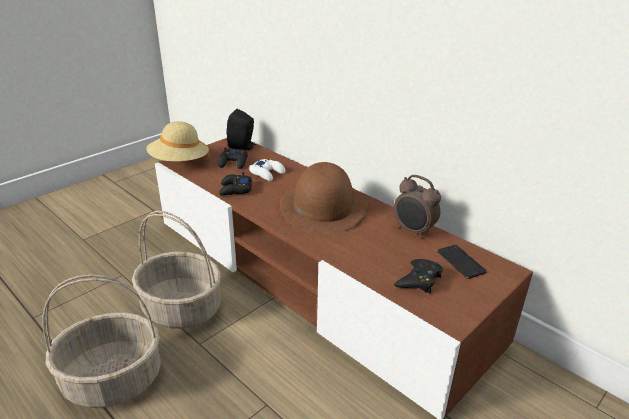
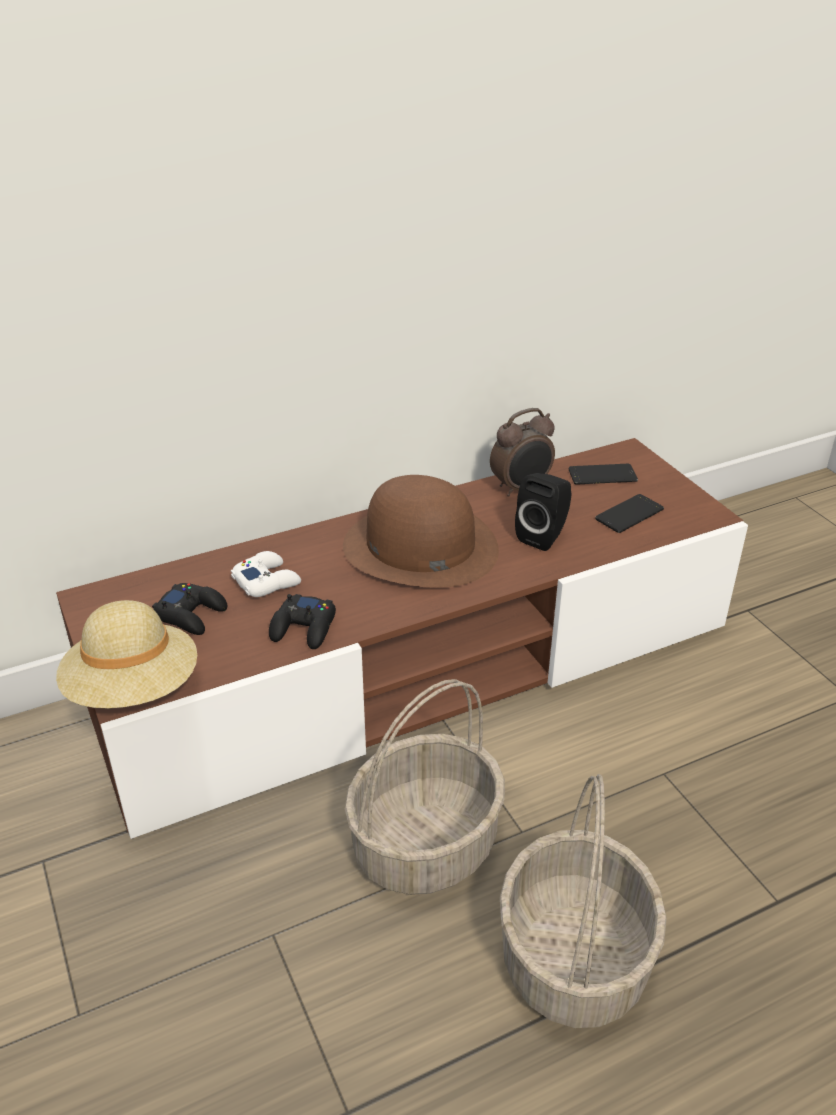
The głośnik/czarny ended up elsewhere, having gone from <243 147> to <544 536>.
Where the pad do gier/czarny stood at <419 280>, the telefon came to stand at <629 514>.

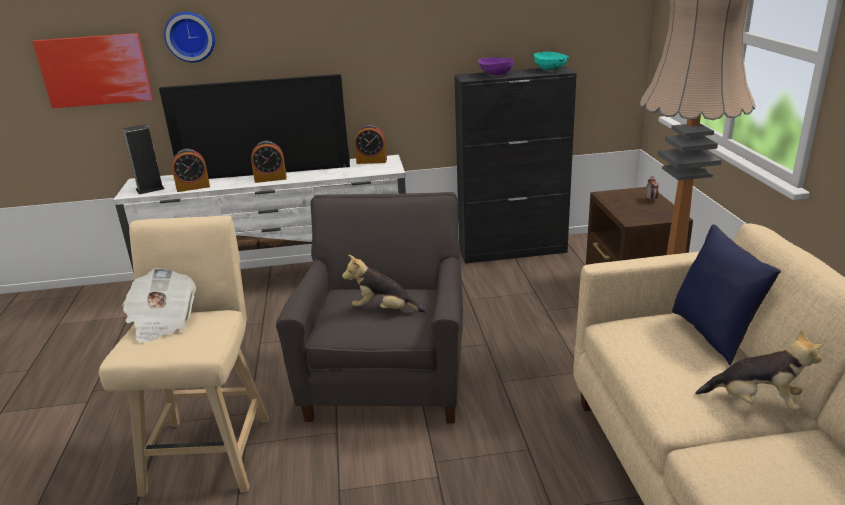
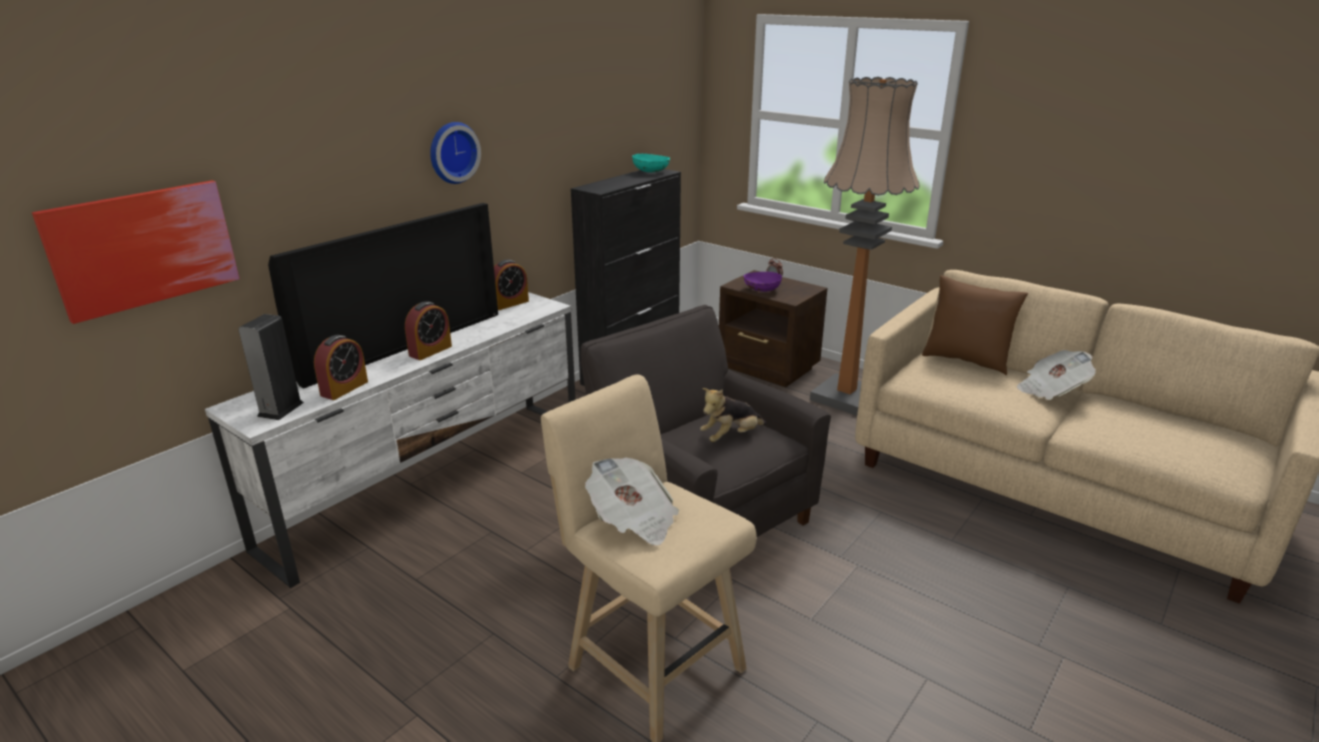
The zegar ścienny ended up elsewhere, having gone from <190 36> to <452 152>.
The miska/fioletowy ended up elsewhere, having gone from <495 74> to <761 290>.
What was the poduszka/niebieski at <713 334> turned into the poduszka/brązowy at <965 360>.
Where the pluszak stood at <755 402>, the gazeta came to stand at <1051 390>.

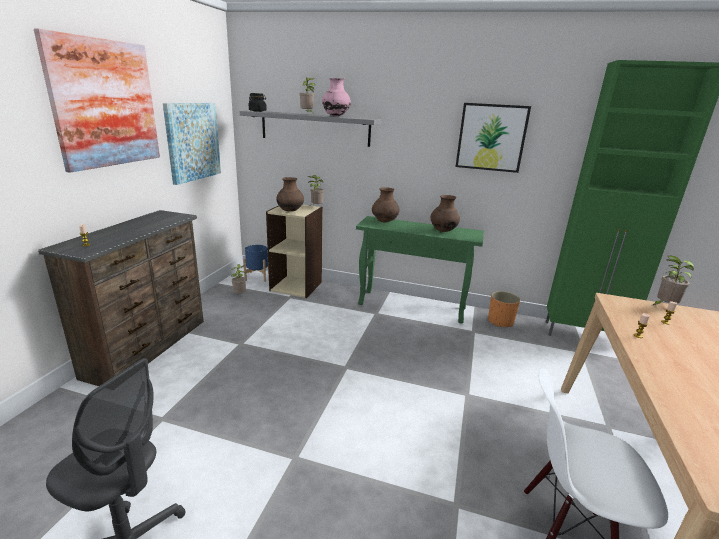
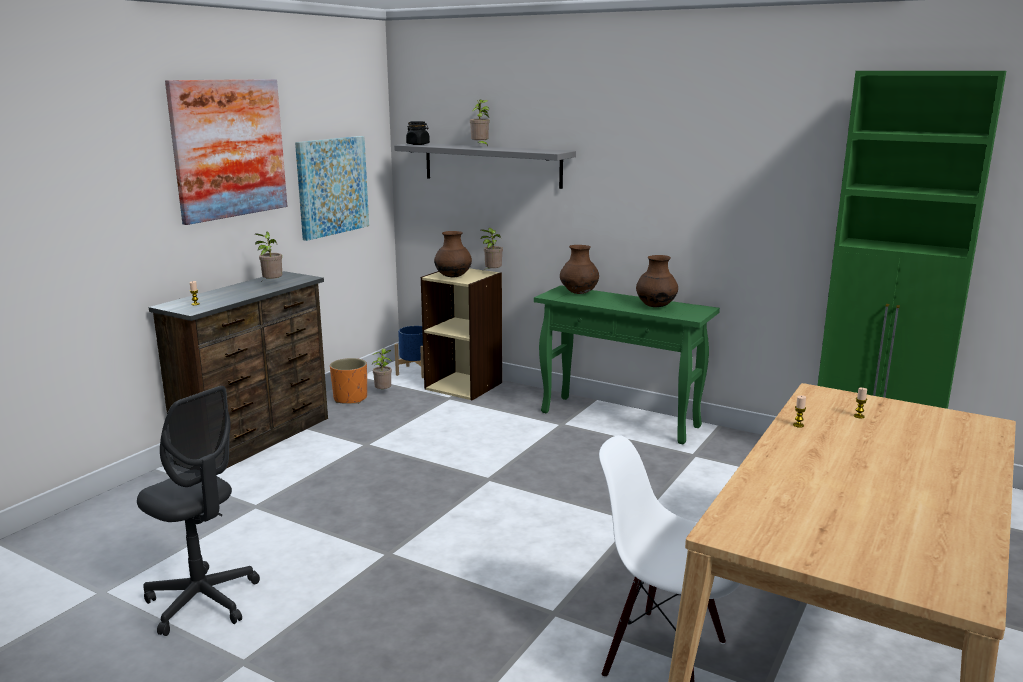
The second view lost the wazon/różowy at <336 116>.
The second view lost the obraz at <491 137>.
The roślina doniczkowa ended up elsewhere, having gone from <663 306> to <271 284>.
The donica/pomarańczowy ended up elsewhere, having gone from <500 322> to <350 399>.

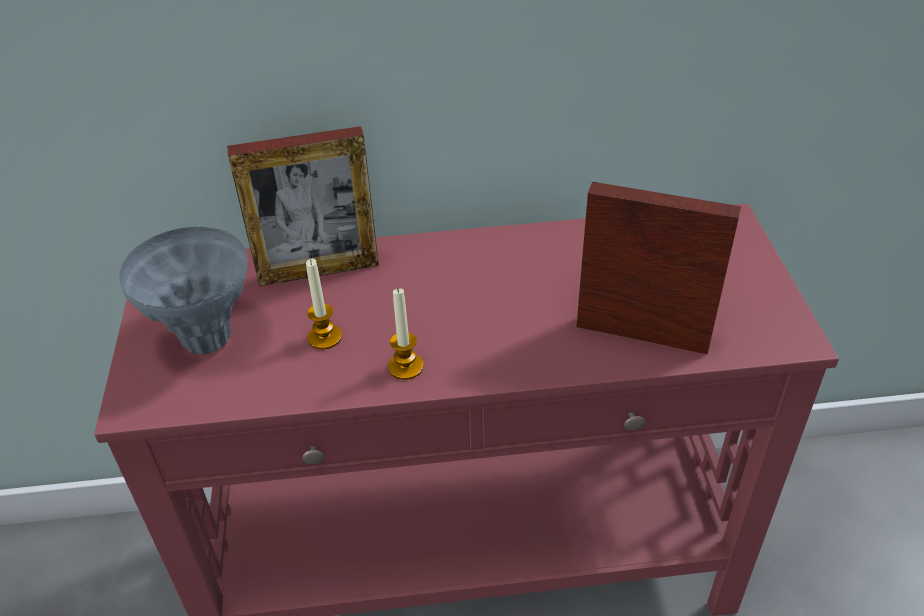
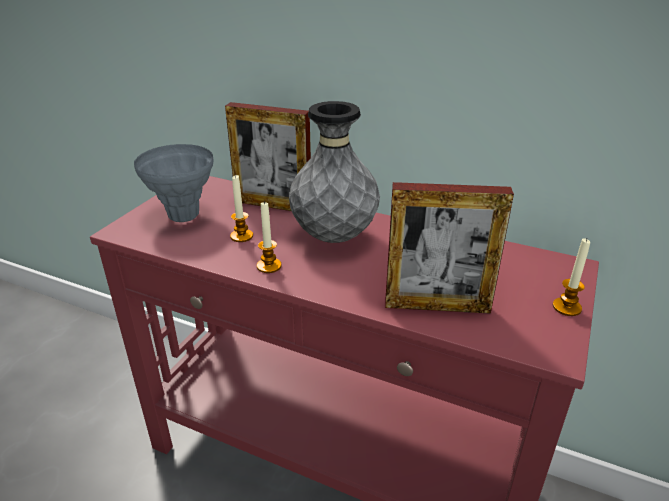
The ramka na zdjęcie at <642 334> ended up facing another way, 135 degrees clockwise from before.
The second view gained the wazon/szary at <334 237>.
The second view gained the świeca at <566 307>.

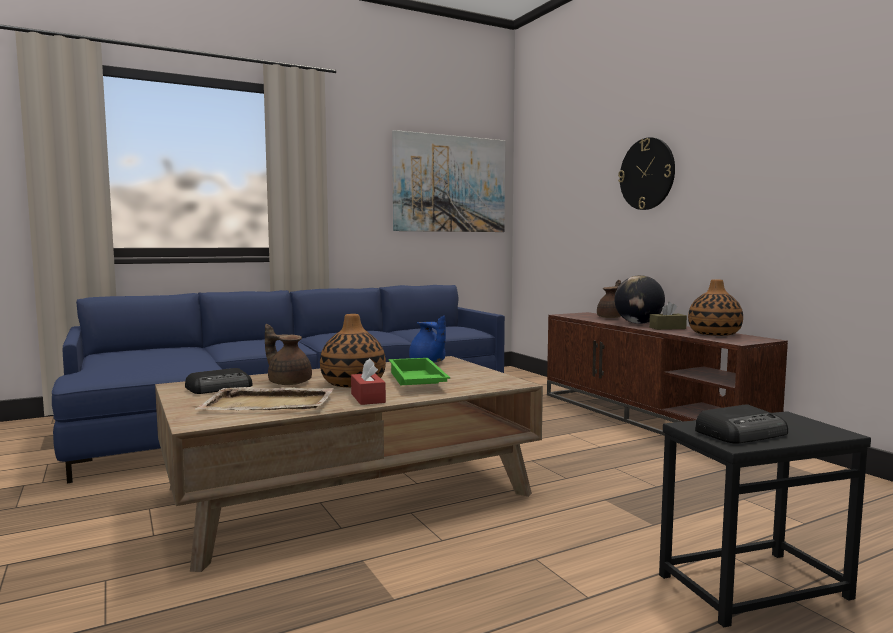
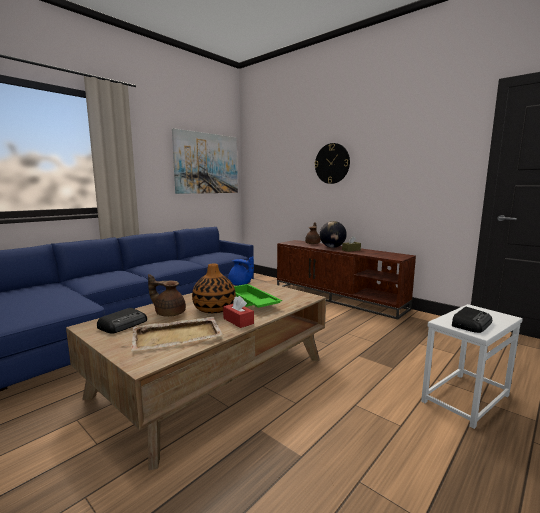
The second view lost the wazon at <714 334>.
What was the stolik/czarny at <752 585> turned into the stolik/biały at <464 398>.

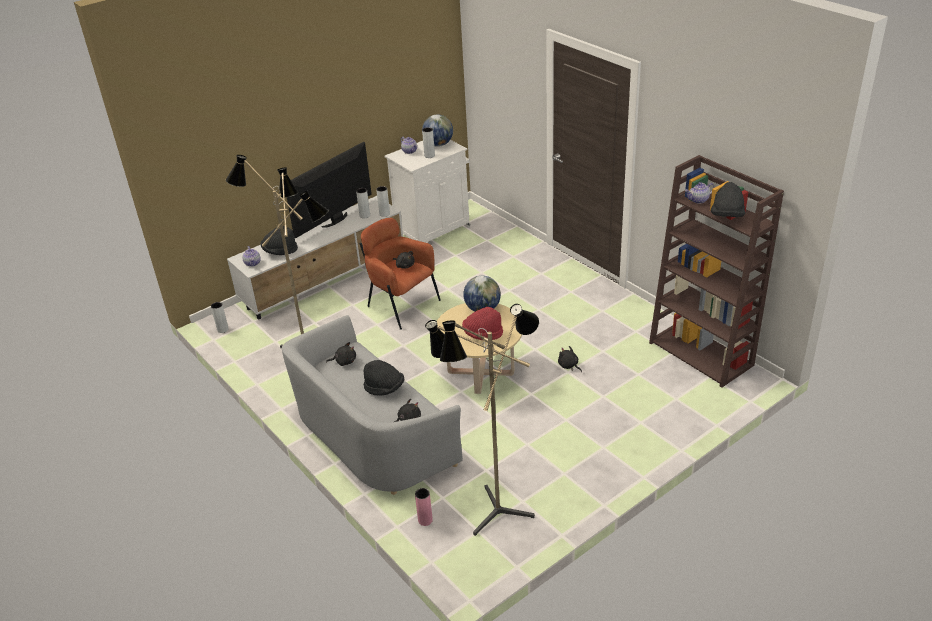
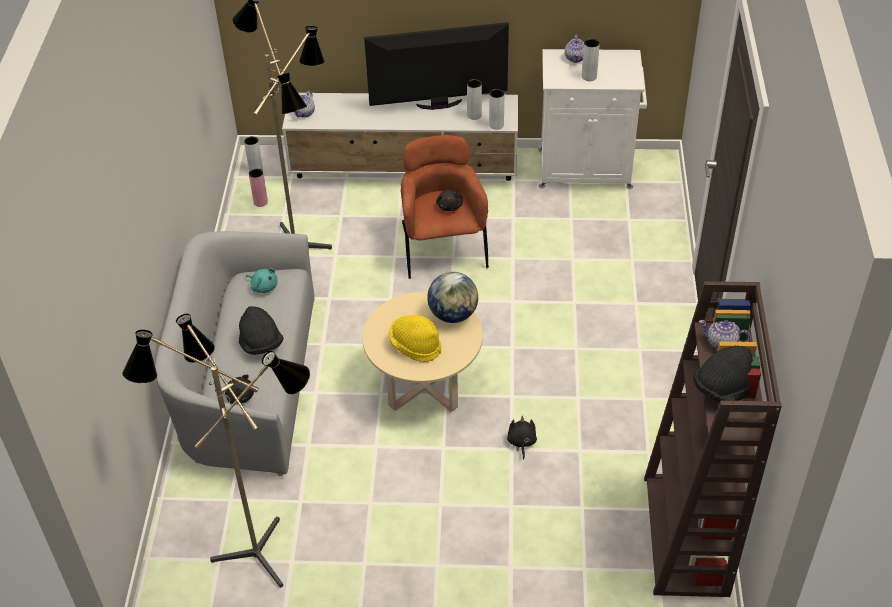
The second view lost the globus at <438 144>.
The second view lost the kapelusz/czarny at <280 251>.
What was the kapelusz/czerwony at <482 334> turned into the kapelusz/żółty at <415 346>.
What was the pluszak/czarny at <344 361> turned into the pluszak/turkusowy at <263 286>.
The wazon/różowy ended up elsewhere, having gone from <425 520> to <260 202>.

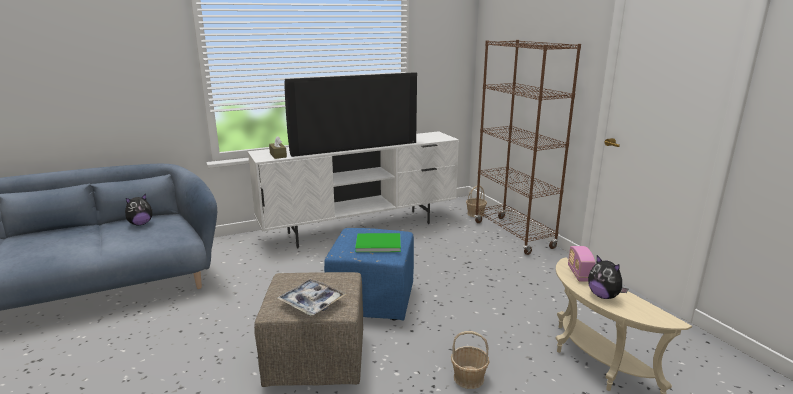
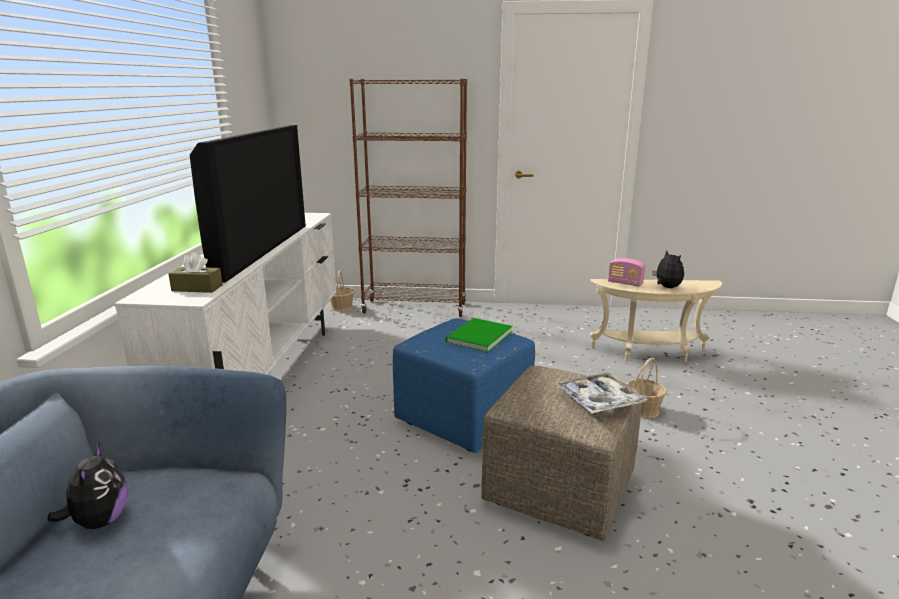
The pluszak at <603 296> ended up facing another way, 105 degrees counterclockwise from before.

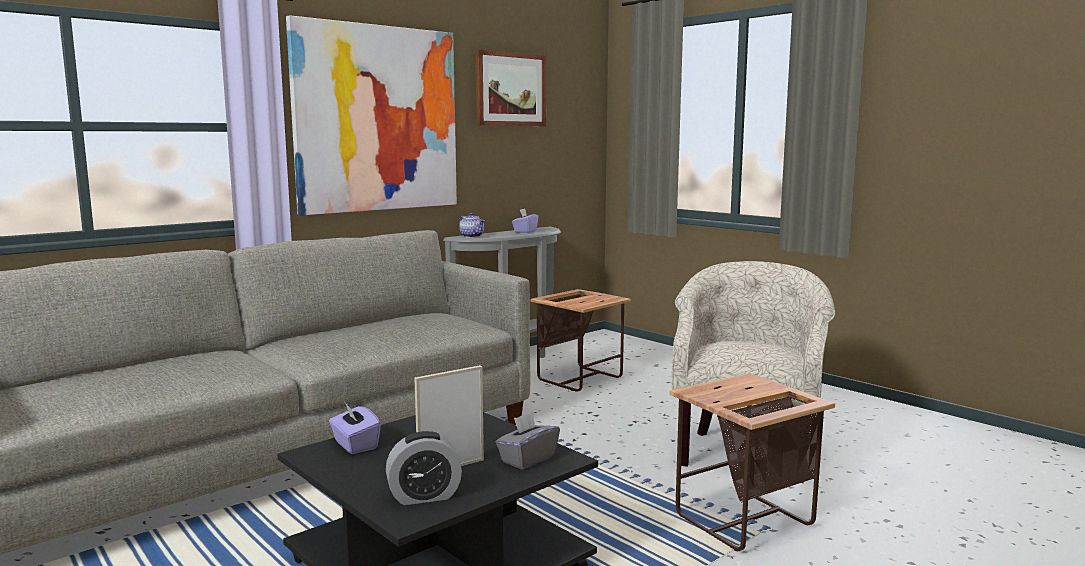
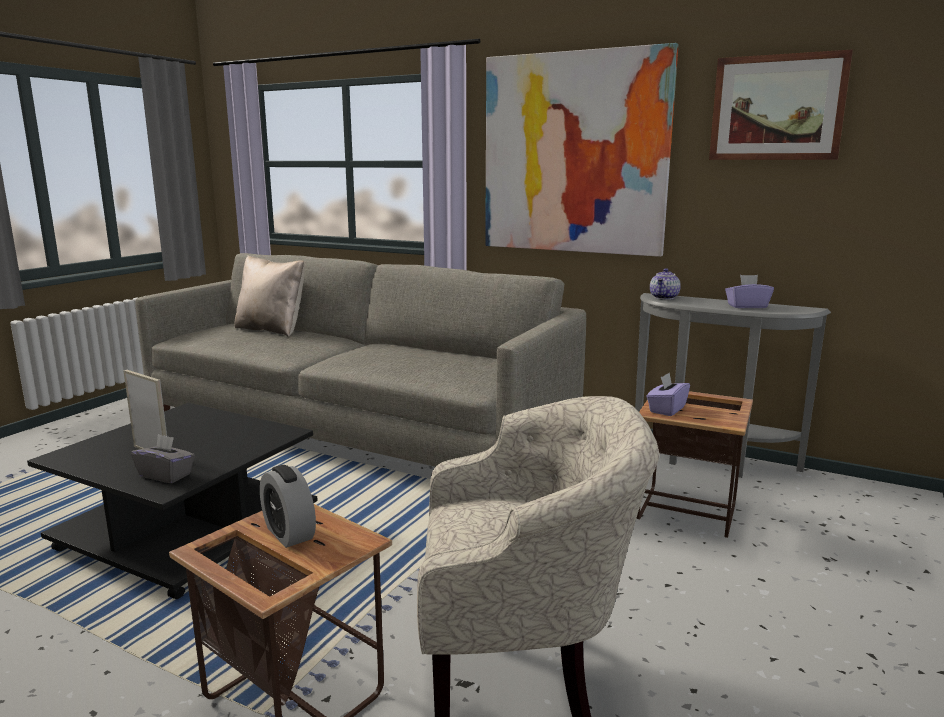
The pudełko chusteczek/fioletowy ended up elsewhere, having gone from <355 445> to <666 409>.
The budzik ended up elsewhere, having gone from <424 496> to <289 533>.
The second view gained the poduszka/beżowy at <272 330>.

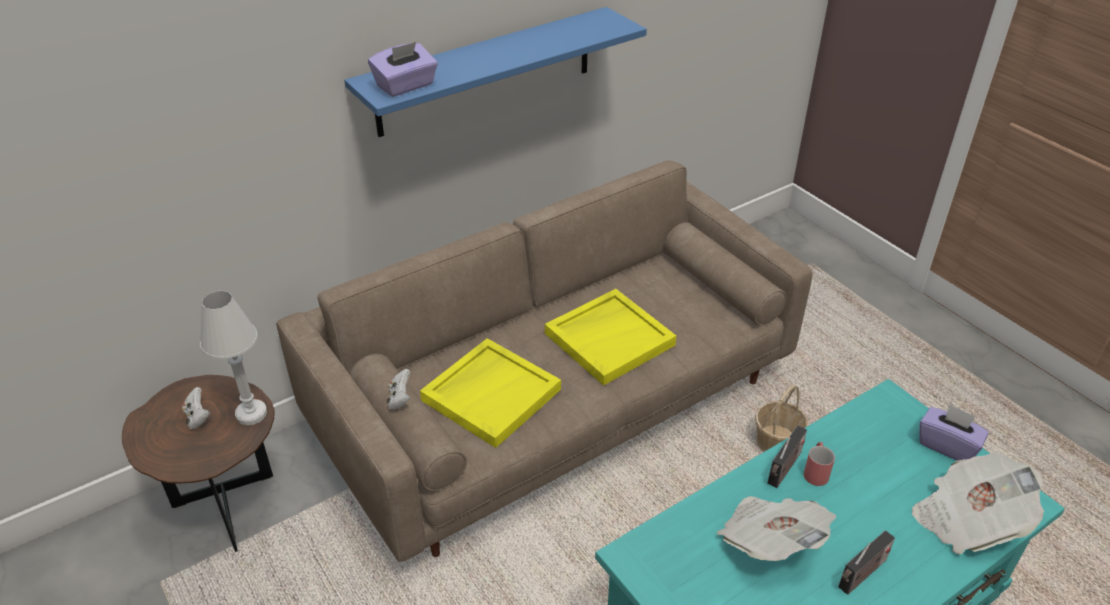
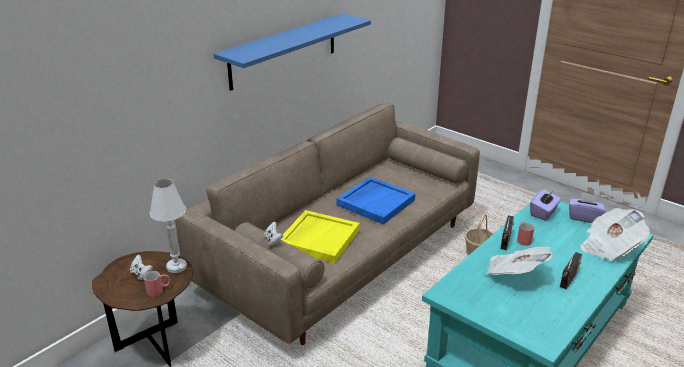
The pudełko chusteczek/fioletowy ended up elsewhere, having gone from <406 86> to <543 213>.
What was the taca/żółty at <609 338> turned into the taca/niebieski at <375 202>.
The second view gained the kubek/czerwony at <159 290>.

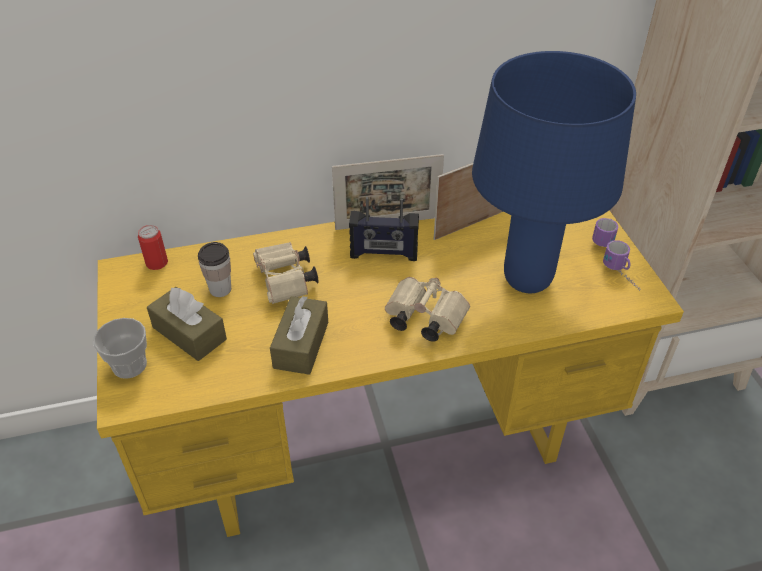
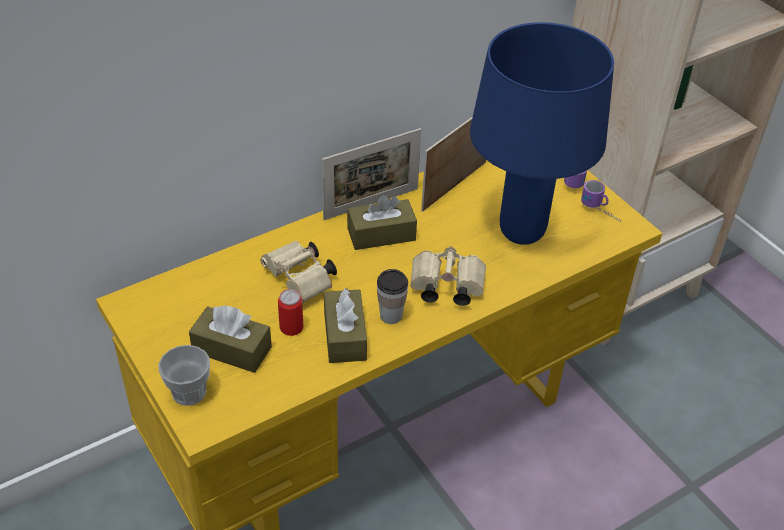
Where the radio stood at <383 254>, the pudełko chusteczek/brązowy came to stand at <381 234>.
The puszka ended up elsewhere, having gone from <157 263> to <291 327>.
The filiżanka ended up elsewhere, having gone from <220 289> to <391 315>.

